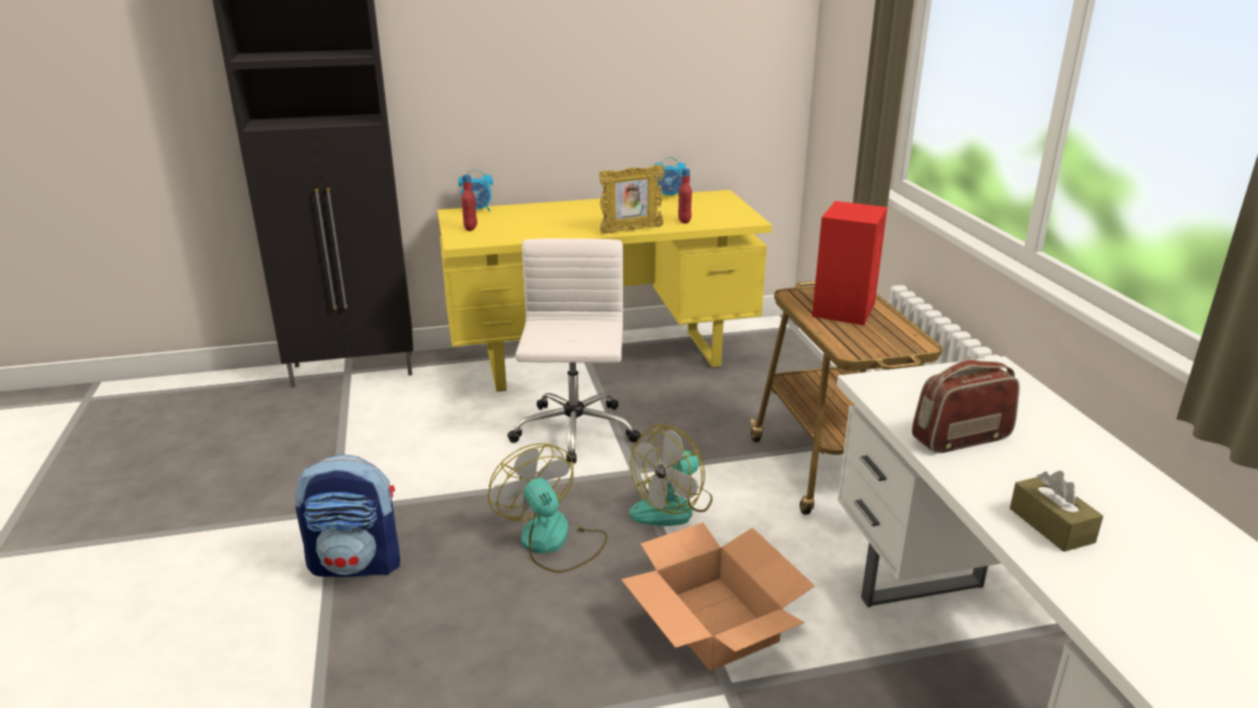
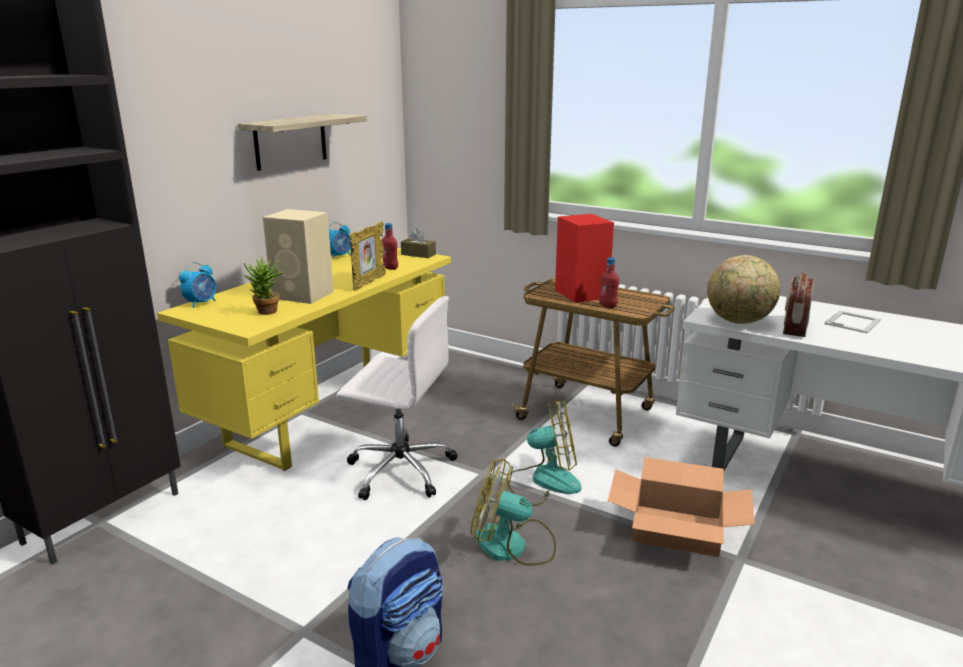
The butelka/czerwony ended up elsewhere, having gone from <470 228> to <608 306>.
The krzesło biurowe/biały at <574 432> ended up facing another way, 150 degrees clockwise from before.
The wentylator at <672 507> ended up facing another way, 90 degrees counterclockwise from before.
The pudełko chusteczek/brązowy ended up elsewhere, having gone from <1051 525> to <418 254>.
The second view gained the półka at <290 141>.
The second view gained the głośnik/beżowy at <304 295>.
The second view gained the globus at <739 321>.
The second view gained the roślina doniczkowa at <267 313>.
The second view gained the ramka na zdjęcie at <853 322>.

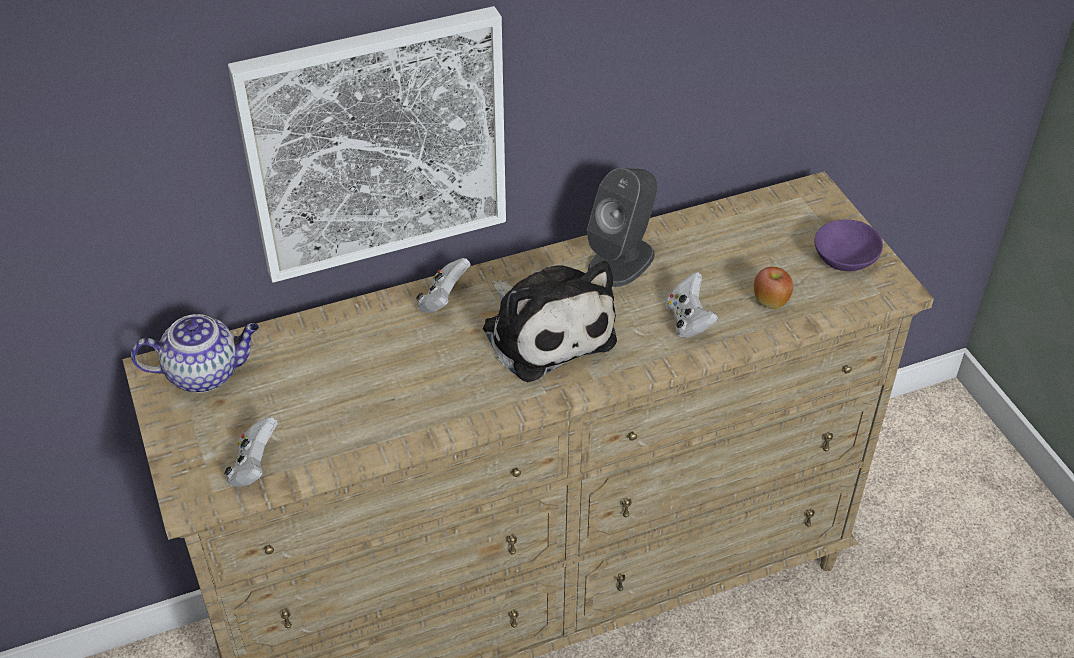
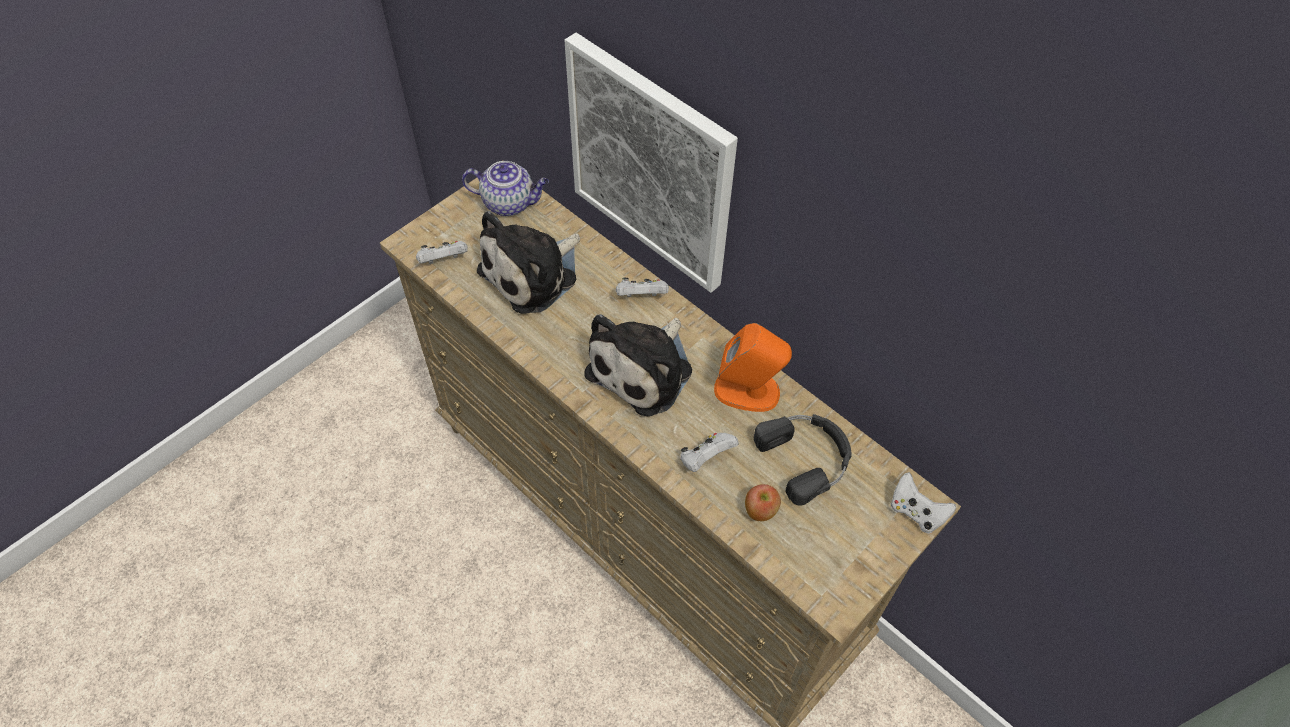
What was the głośnik/szary at <621 261> turned into the głośnik/pomarańczowy at <748 391>.
The second view lost the miska/fioletowy at <843 256>.
The imbryk at <205 373> ended up facing another way, 45 degrees counterclockwise from before.
The second view gained the pluszak at <533 273>.
The second view gained the słuchawki/czarny at <806 457>.
The second view gained the pad do gier/biały at <916 512>.

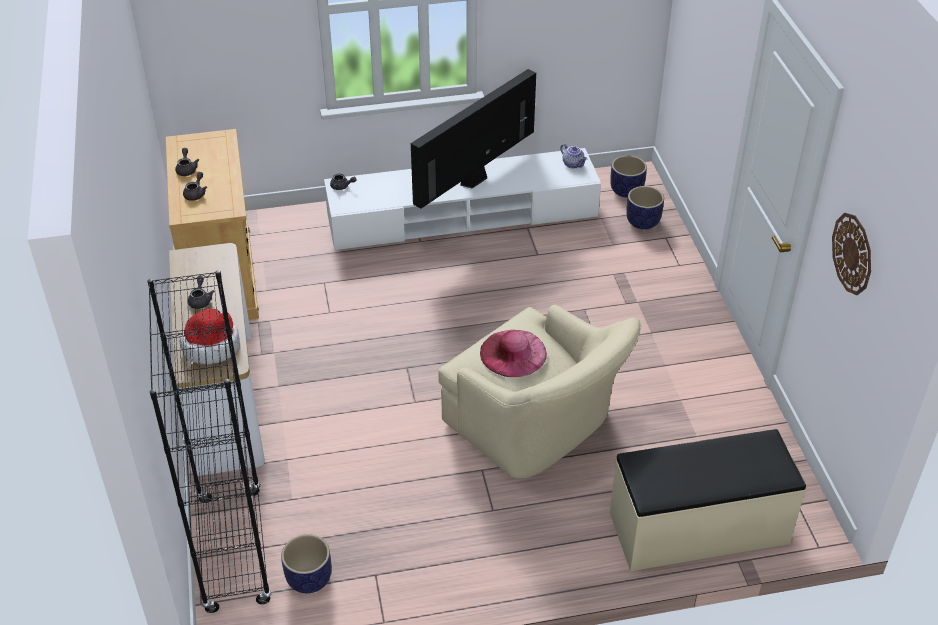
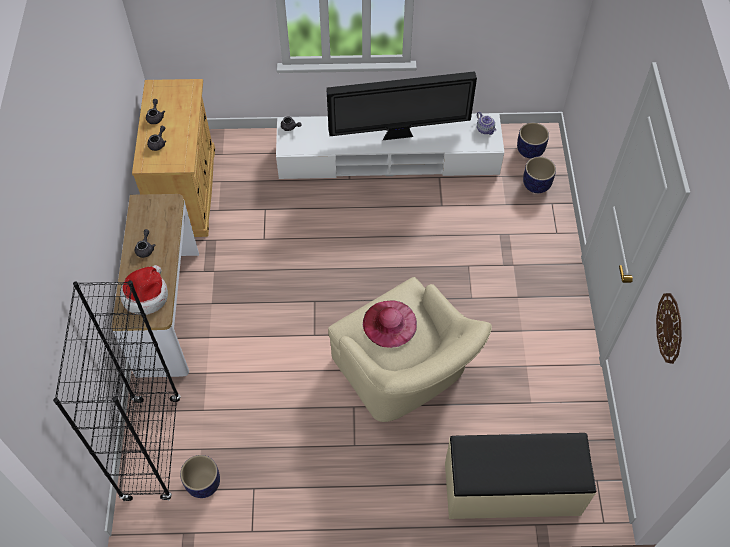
The telewizor at <474 180> ended up facing another way, 150 degrees counterclockwise from before.

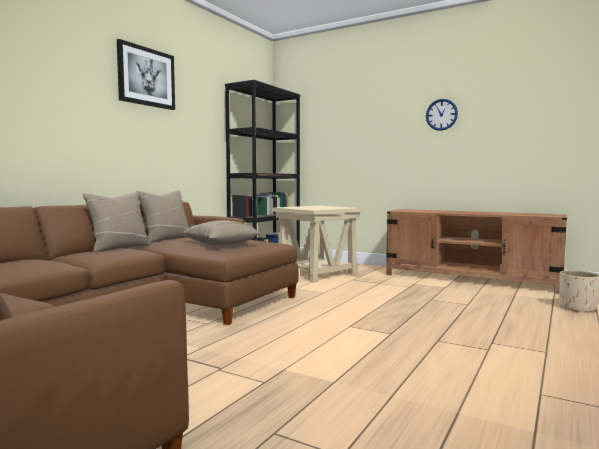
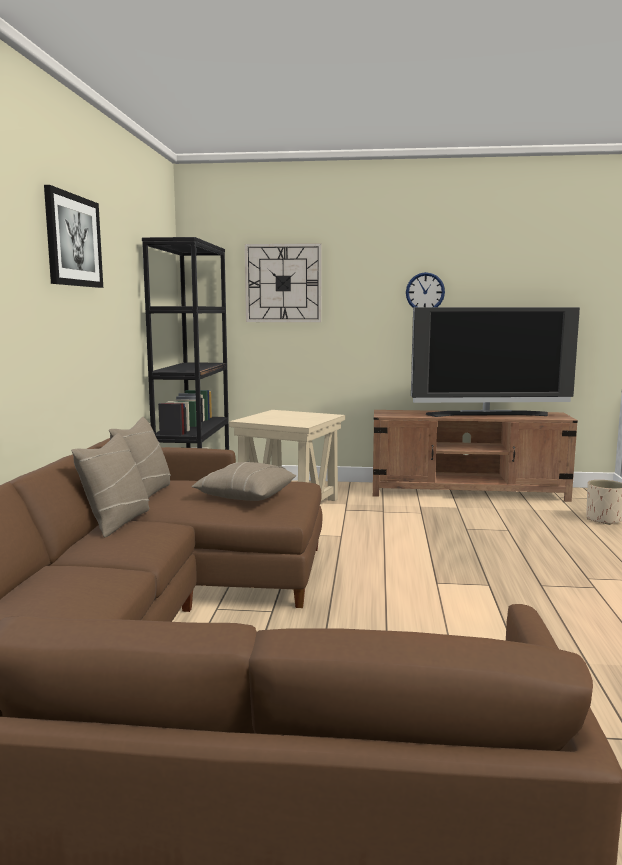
The second view gained the zegar ścienny at <283 283>.
The second view gained the telewizor at <488 414>.

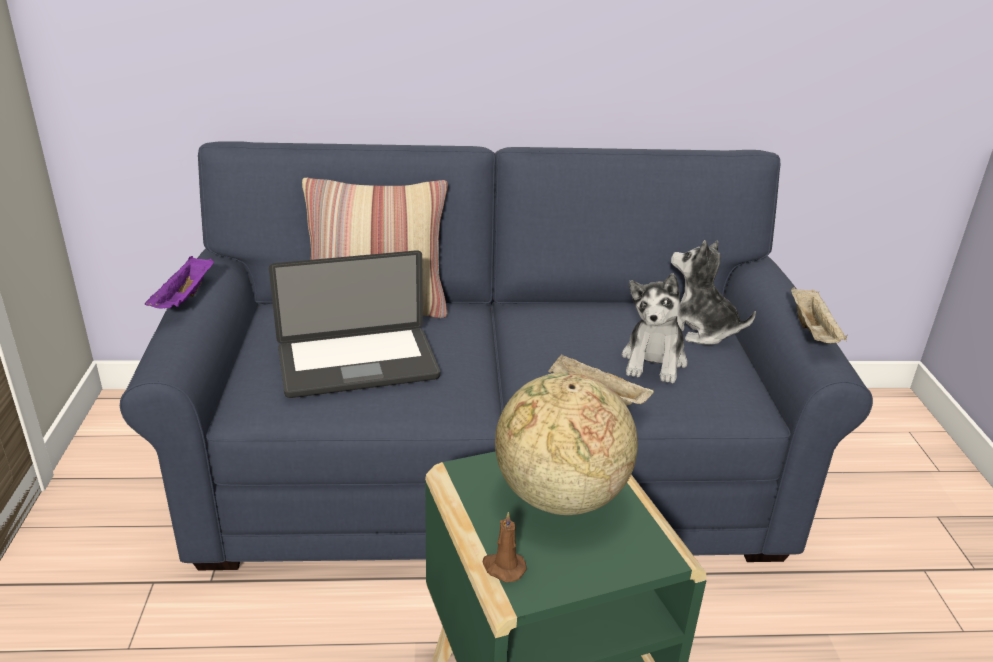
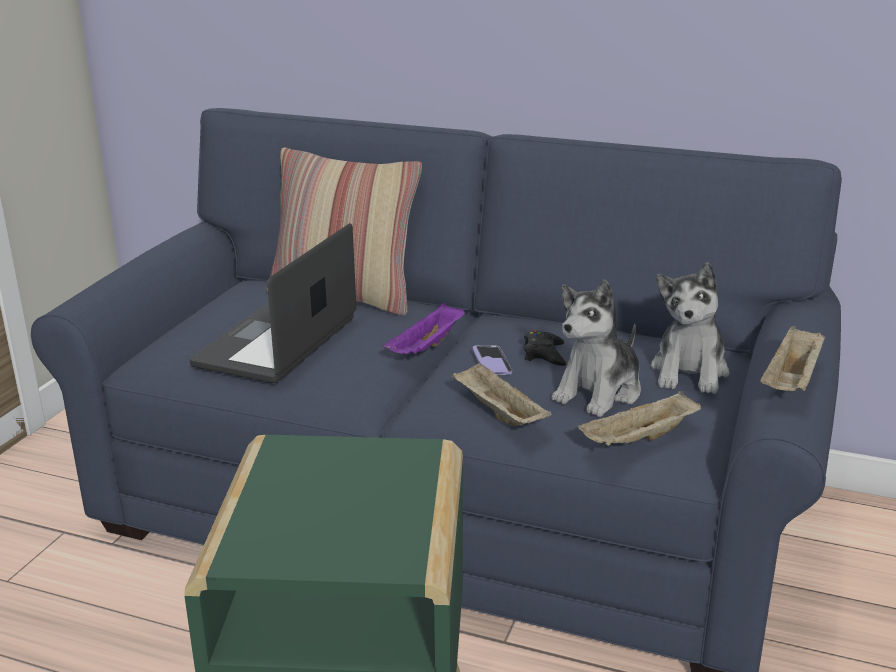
The pluszak at <700 330> ended up facing another way, 135 degrees counterclockwise from before.
The laptop at <358 364> ended up facing another way, 105 degrees clockwise from before.
The taca/fioletowy ended up elsewhere, having gone from <185 299> to <427 348>.
The second view lost the globus at <559 496>.
The second view lost the świeca/brązowy at <503 567>.
The second view gained the pad do gier/czarny at <544 354>.
The second view gained the telefon at <491 362>.
The second view gained the taca/beżowy at <639 440>.

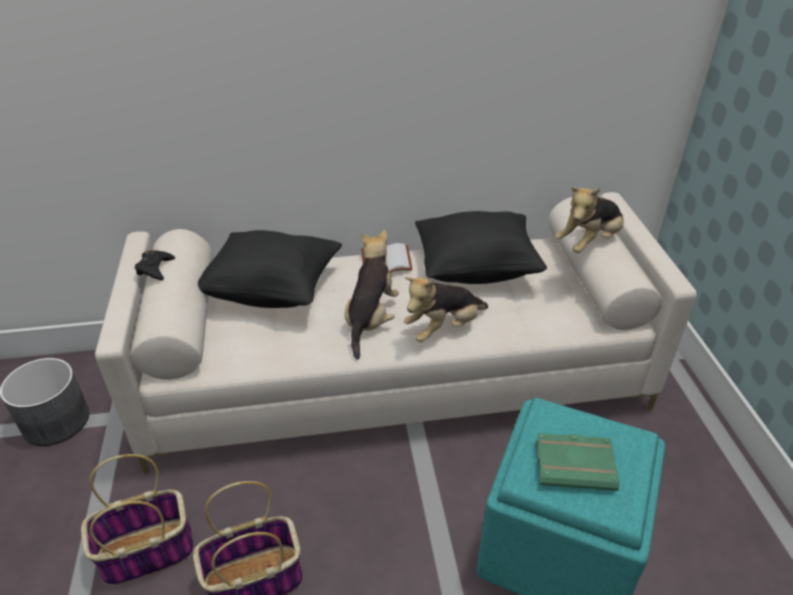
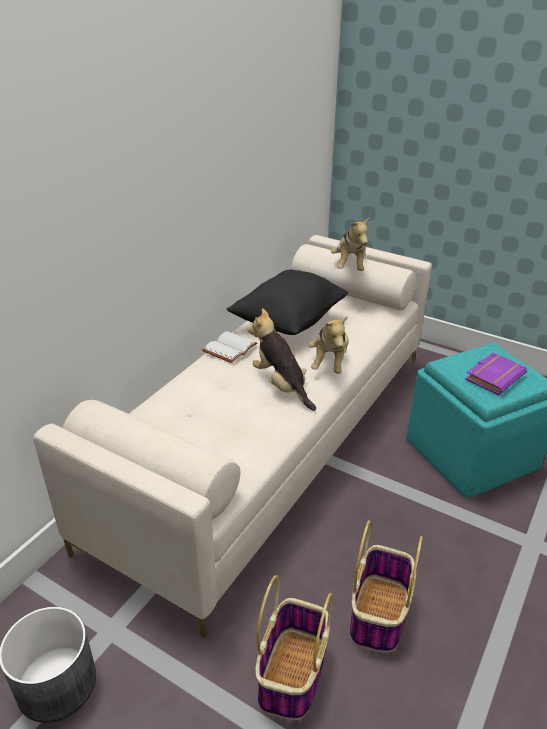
The second view lost the poduszka/czarny at <273 291>.
The second view lost the pad do gier/czarny at <155 268>.
What was the książka/zielony at <576 464> turned into the książka/fioletowy at <494 376>.

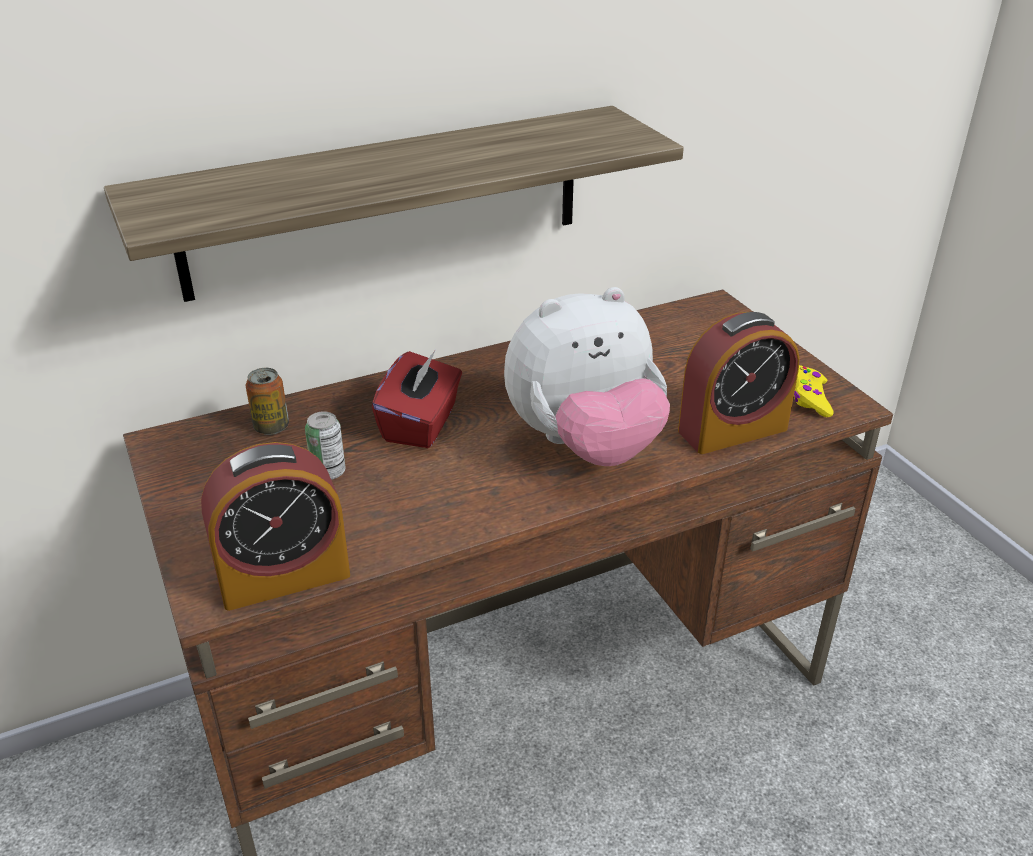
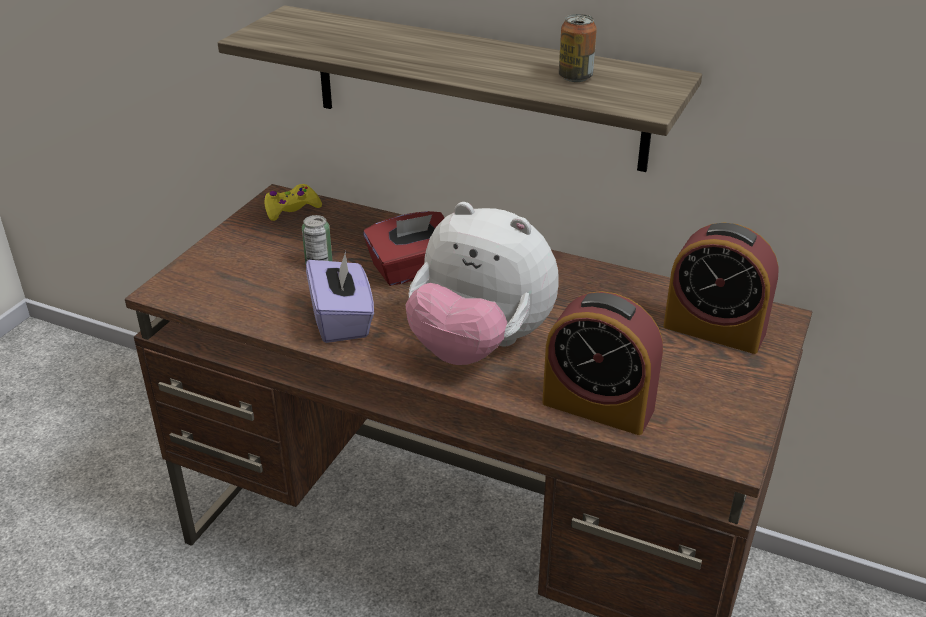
The pad do gier/żółty ended up elsewhere, having gone from <809 398> to <291 208>.
The puszka ended up elsewhere, having gone from <271 427> to <575 77>.
The budzik ended up elsewhere, having gone from <283 576> to <714 329>.
The second view gained the pudełko chusteczek/fioletowy at <342 320>.

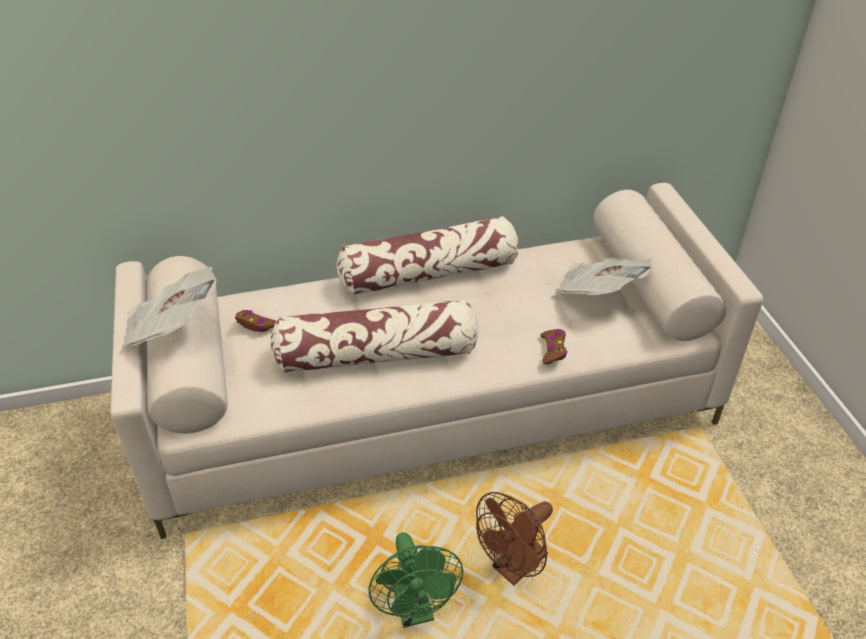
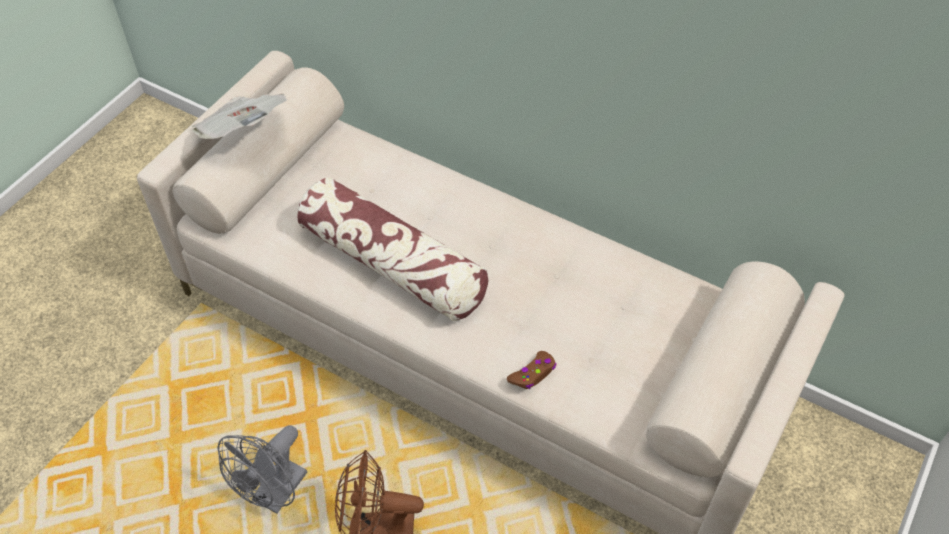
The second view lost the poduszka at <429 273>.
The second view lost the gazeta at <599 292>.
The second view lost the pad do gier/brązowy at <256 325>.
What was the wentylator/zielony at <415 610> turned into the wentylator/szary at <275 495>.

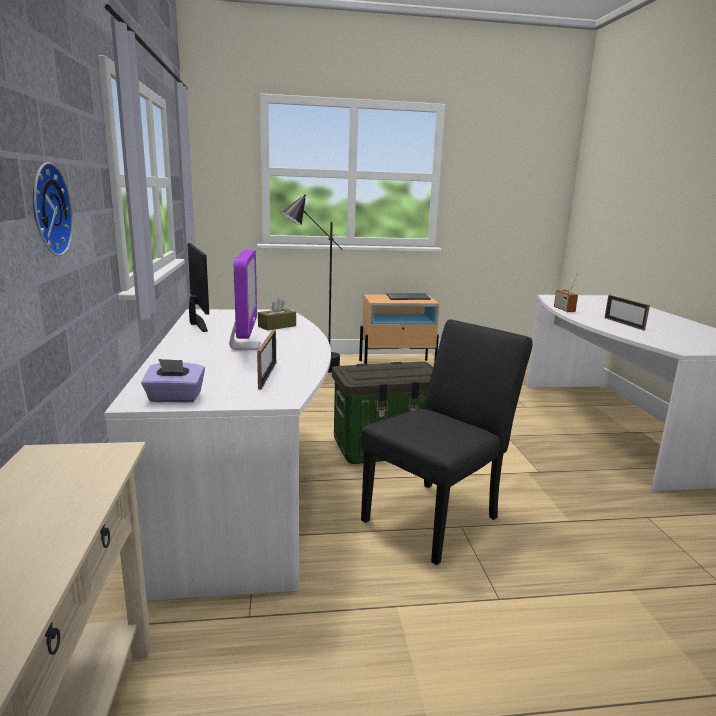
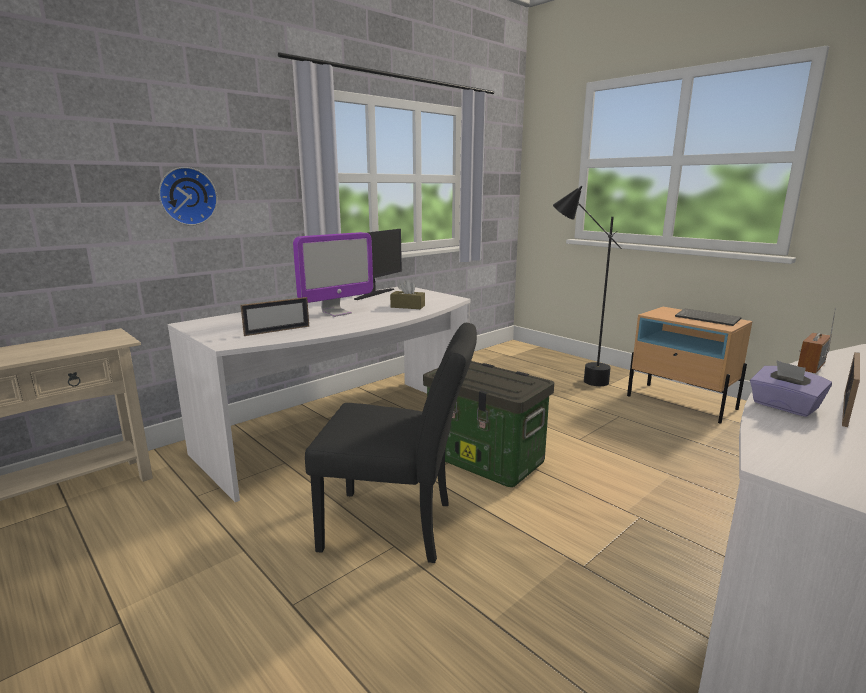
The pudełko chusteczek/fioletowy ended up elsewhere, having gone from <175 398> to <784 406>.

